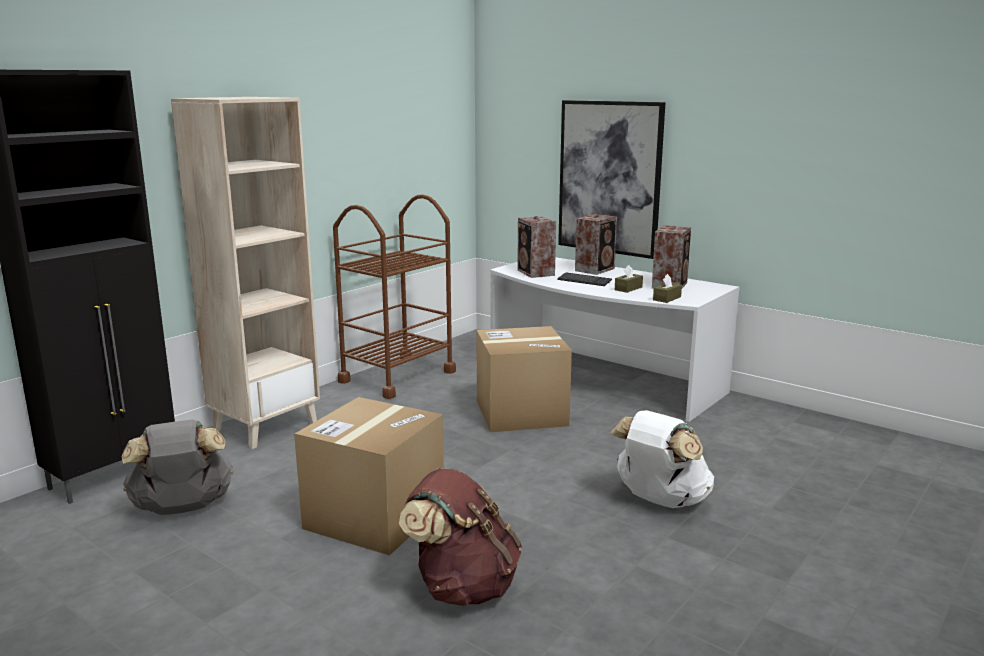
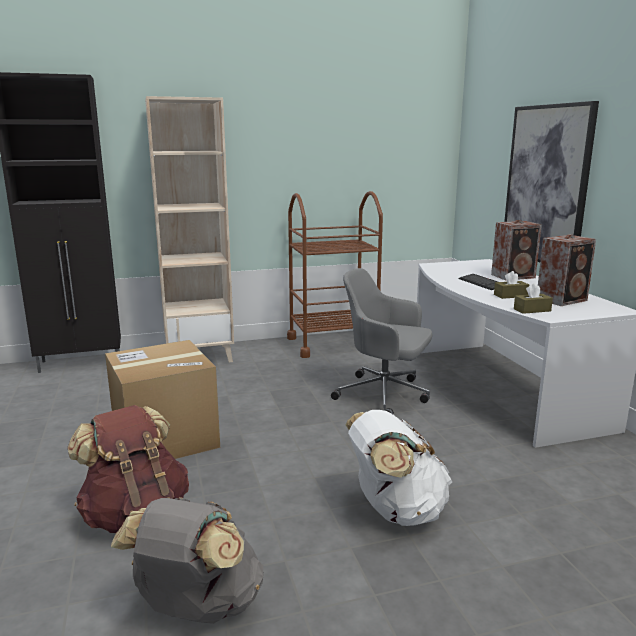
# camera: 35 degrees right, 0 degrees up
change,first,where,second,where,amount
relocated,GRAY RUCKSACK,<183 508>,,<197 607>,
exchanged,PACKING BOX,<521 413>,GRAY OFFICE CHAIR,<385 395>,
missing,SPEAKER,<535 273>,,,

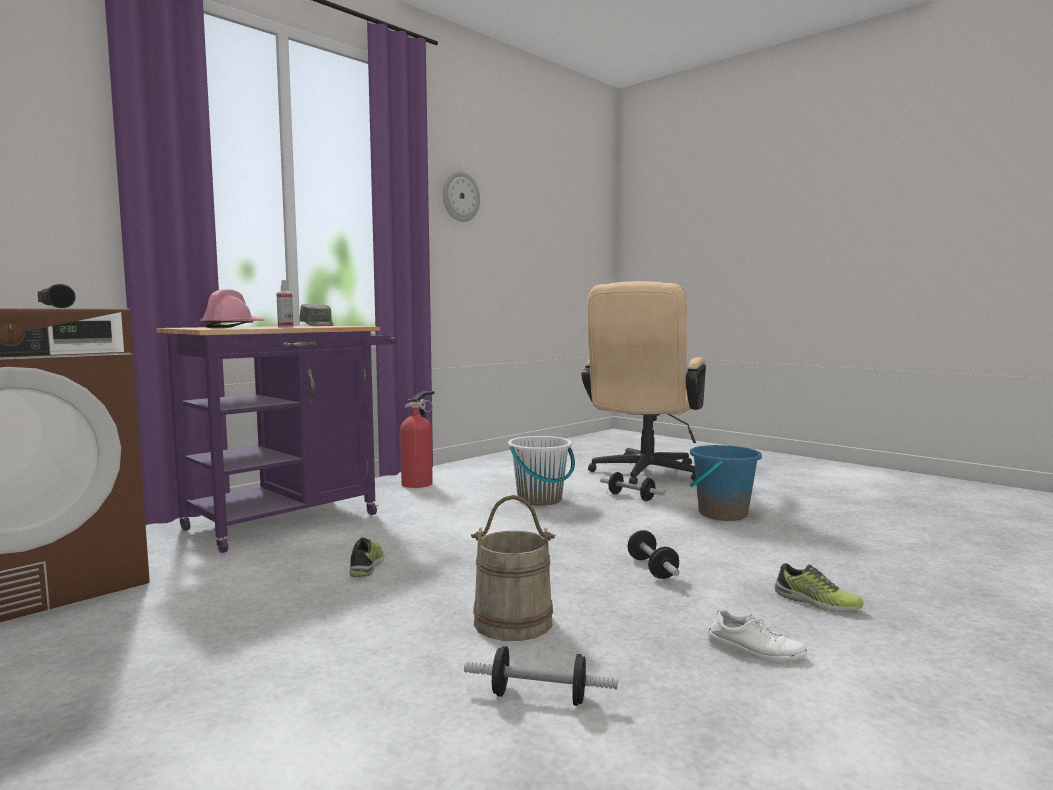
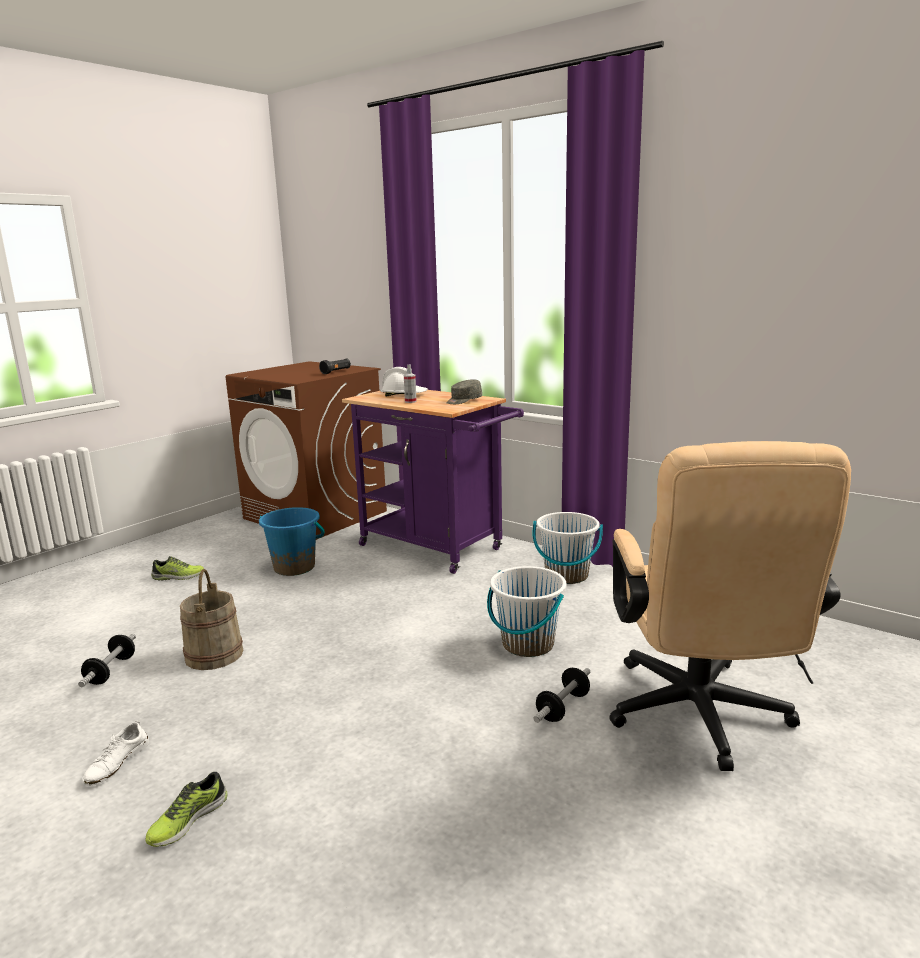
# camera: 85 degrees right, 10 degrees up
change,first,where,second,where,amount
colour,PINK-COLOURED SAFETY HELMET,<233 327>,WHITISH SAFETY HELMET,<404 395>,
relocated,SHOE,<367 565>,,<178 577>,
exchanged,FIRE-FIGHTING CYLINDER,<419 483>,WHITISH BUCKET,<566 575>,
missing,CLOCK ON THE WALL,<460 197>,,,
spun,SAND-COLOURED OFFICE CHAIR,<643 475>,,<701 720>,105 degrees counterclockwise
missing,DUMBBELL,<652 568>,,,
relocated,BLUE-COLOURED BUCKET,<722 514>,,<294 567>,

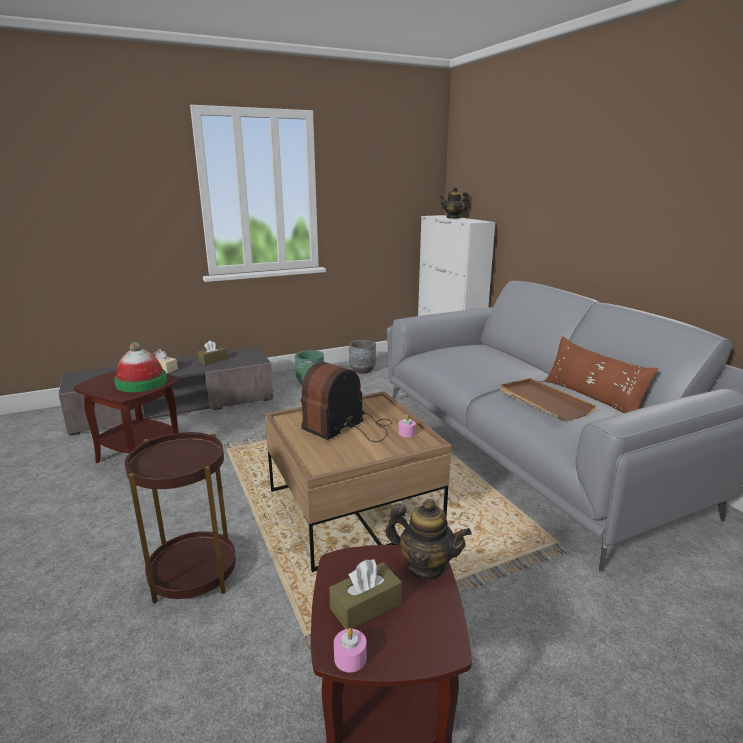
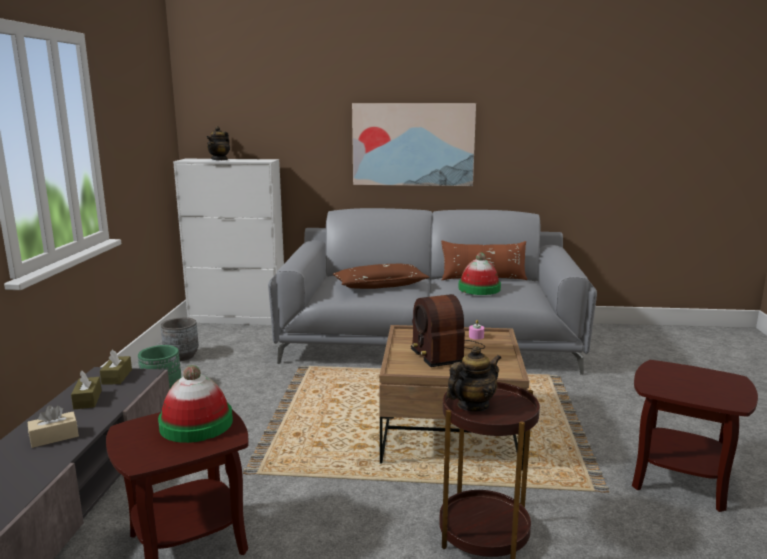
# camera: 60 degrees left, 5 degrees down
change,first,where,second,where,amount
relocated,BROWNISH BOX OF TISSUES,<366 606>,,<117 377>,
missing,PINK-COLOURED CANDLE,<350 658>,,,
relocated,POT FOR TEA,<425 566>,,<473 405>,
exchanged,BROWNISH TRAY,<543 402>,WEARABLE HAT,<479 288>,
appeared,,,BROWNISH PILLOW,<380 285>,
appeared,,,PICTURE,<413 144>,

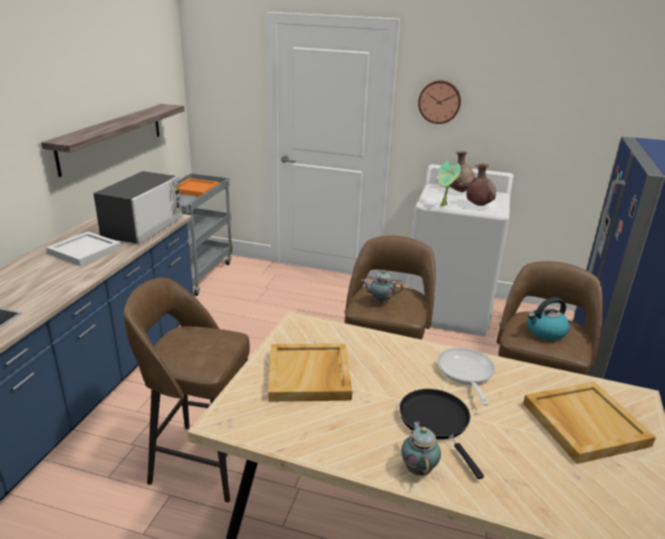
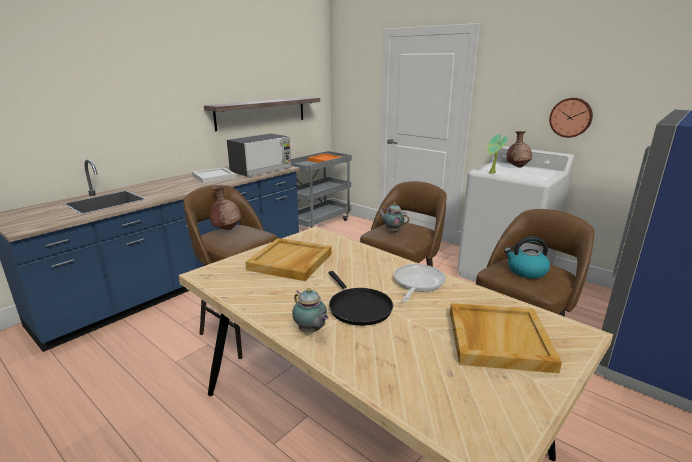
# camera: 25 degrees right, 5 degrees down
change,first,where,second,where,amount
spun,BLACK FRYING PAN,<436 422>,,<358 307>,150 degrees clockwise
spun,POT FOR TEA,<418 468>,,<311 331>,120 degrees clockwise
relocated,CLOCK ON THE WALL,<439 102>,,<571 117>,
relocated,BROWNISH VASE,<478 205>,,<226 229>,

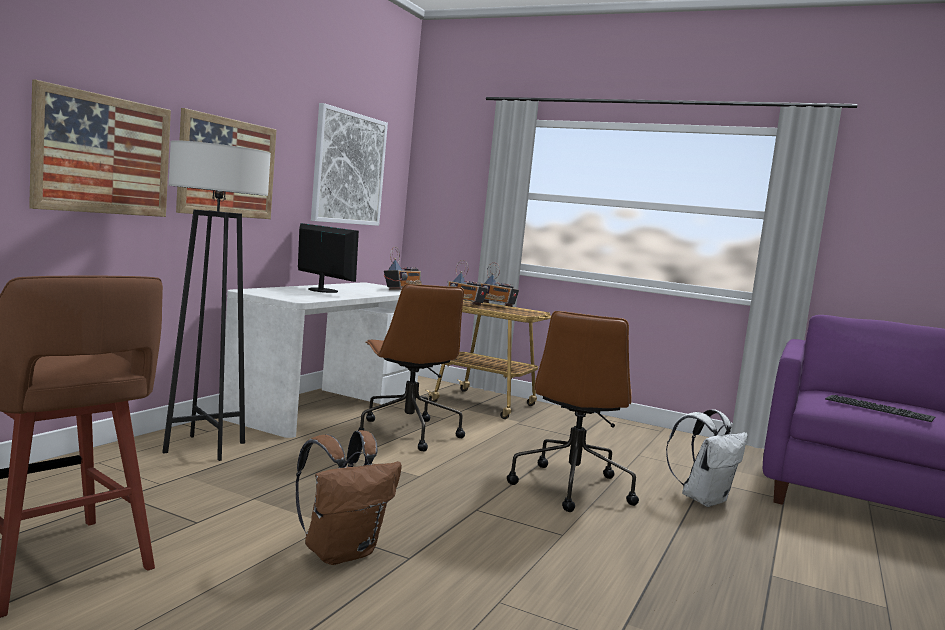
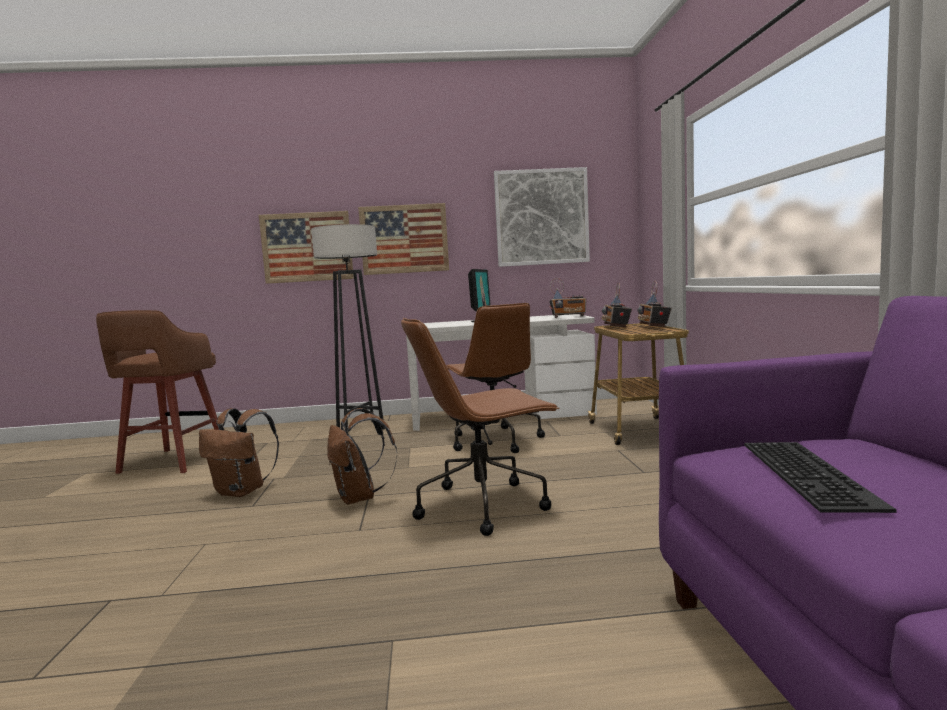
# camera: 60 degrees right, 0 degrees up
change,first,where,second,where,amount
spun,BROWNISH OFFICE CHAIR,<406 433>,,<494 440>,60 degrees counterclockwise
missing,WHITISH RUCKSACK,<703 499>,,,
appeared,,,BROWNISH RUCKSACK,<359 498>,

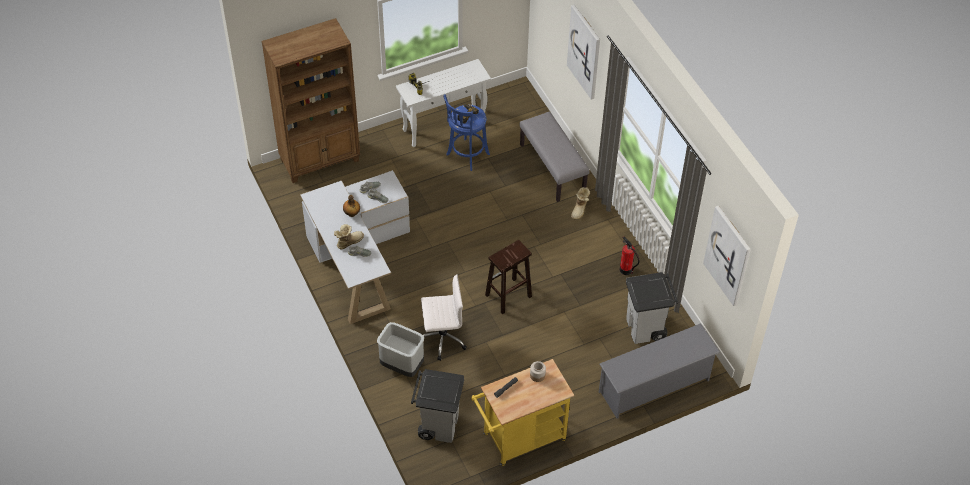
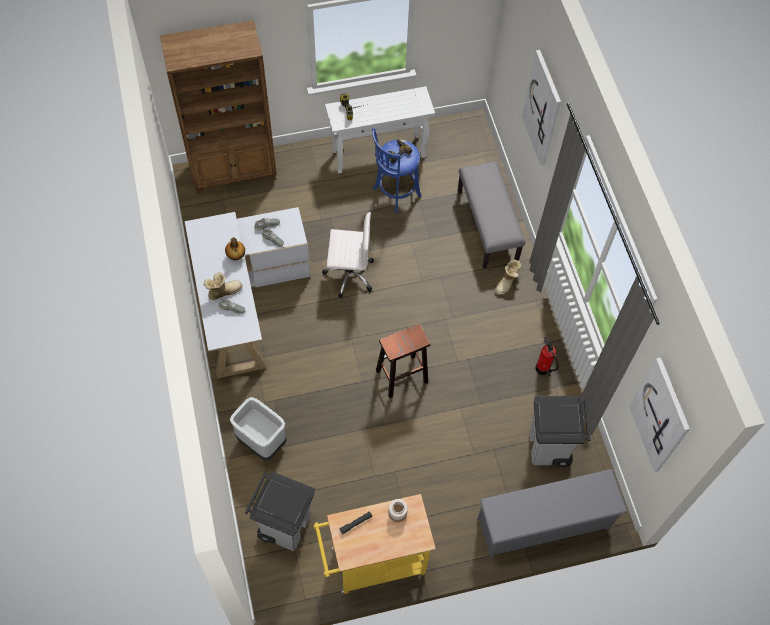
# camera: 10 degrees right, 10 degrees up
change,first,where,second,where,amount
relocated,WHITISH OFFICE CHAIR,<442 338>,,<349 274>,

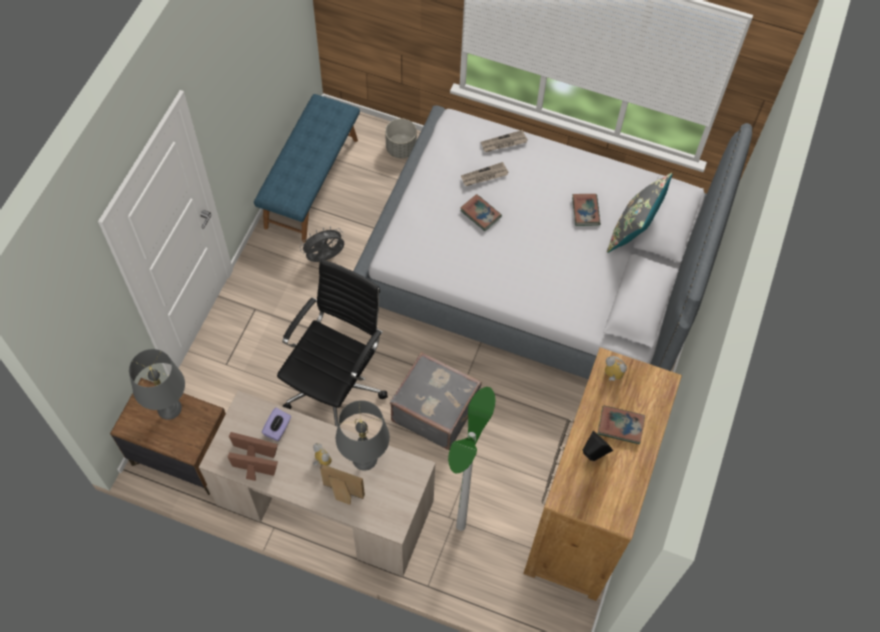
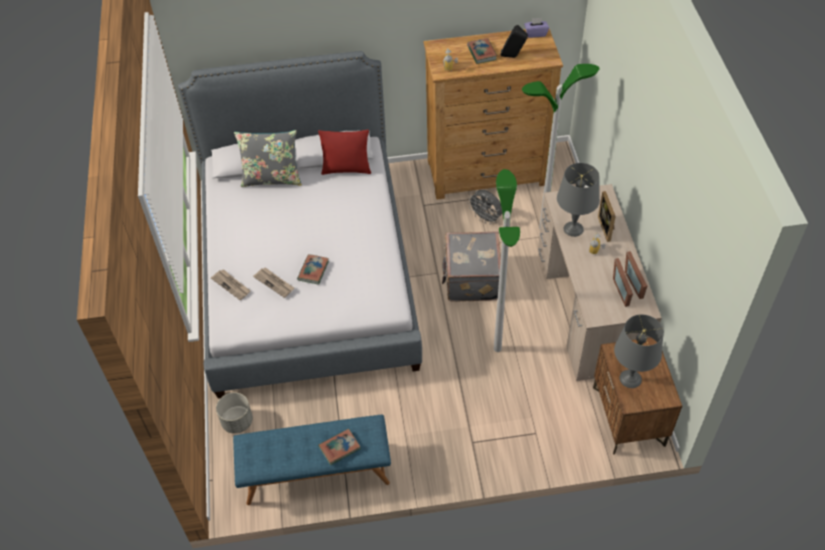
# camera: 115 degrees left, 10 degrees down
change,first,where,second,where,amount
relocated,PURPLE-COLOURED BOX OF TISSUES,<278 429>,,<535 33>,
exchanged,BLACK OFFICE CHAIR,<336 385>,STANDARD LAMP,<497 348>,
relocated,GRAY COOLING FAN,<325 258>,,<486 218>,
relocated,BOUND BOOK,<585 211>,,<339 448>,
appeared,,,RED-COLOURED PILLOW,<346 169>,

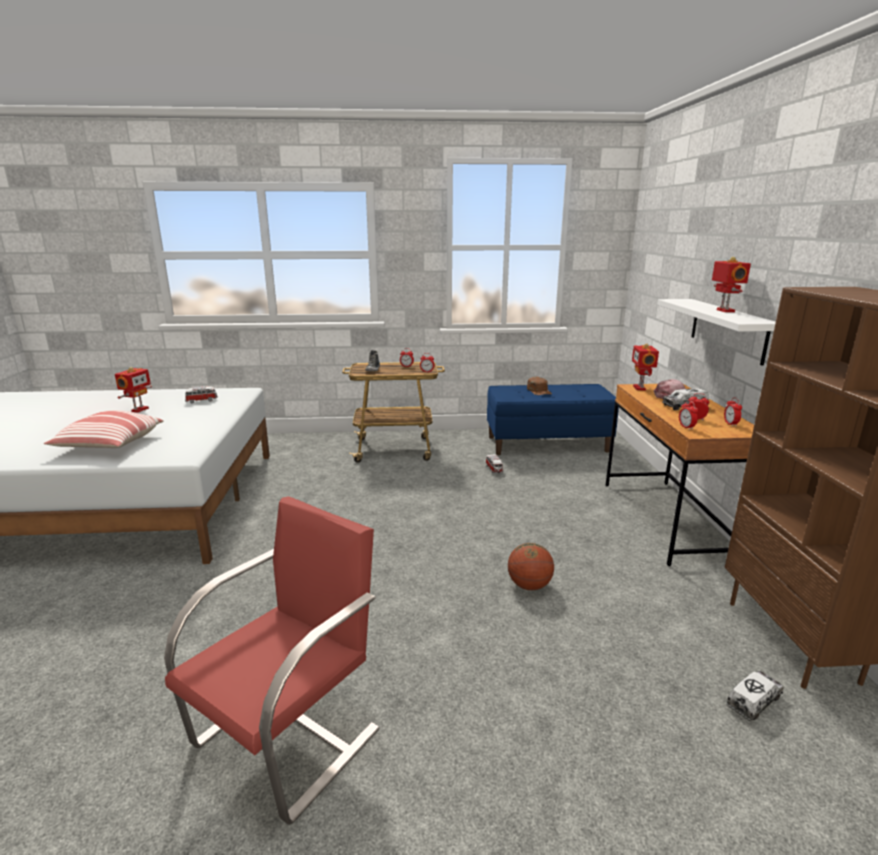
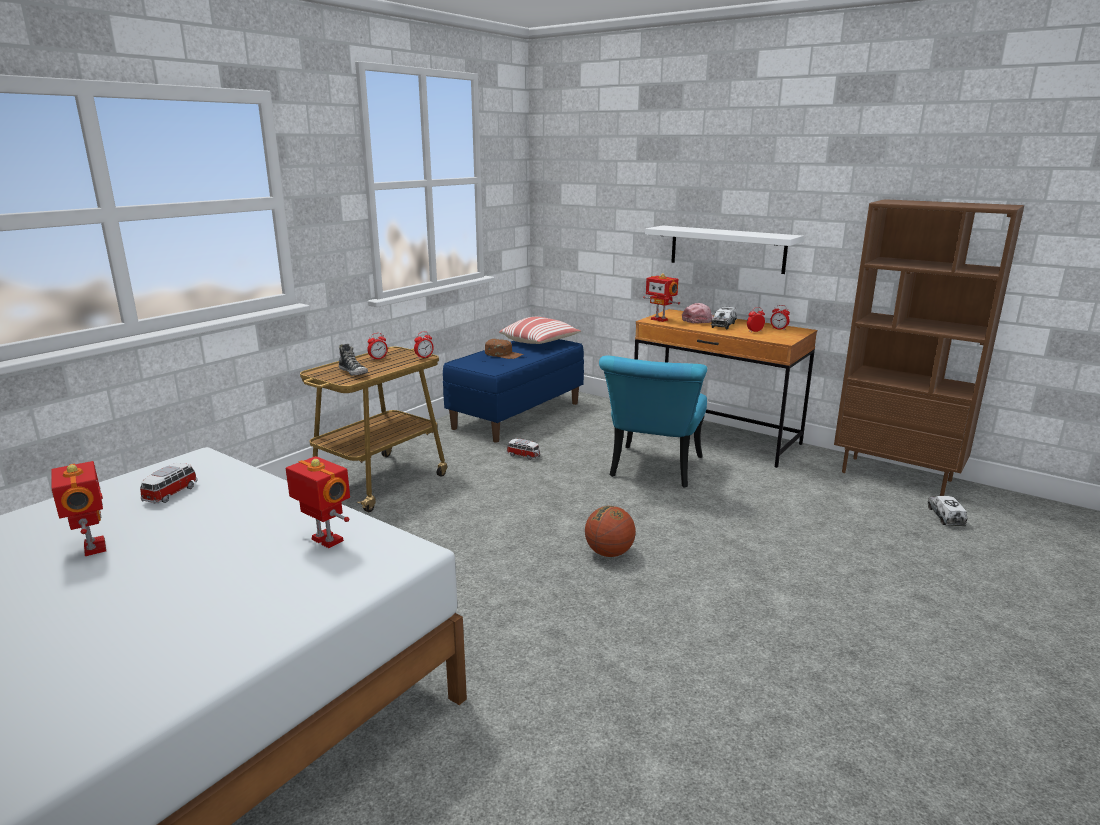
# camera: 50 degrees left, 0 degrees up
change,first,where,second,where,amount
relocated,PILLOW,<109 445>,,<540 343>,
missing,RED-COLOURED PLAIN CHAIR,<290 735>,,,
relocated,BASKETBALL BALL,<529 585>,,<609 553>,
missing,TABLE CLOCK,<686 427>,,,
relocated,TOY ROBOT,<724 311>,,<325 541>,
appeared,,,TURQUOISE-COLOURED PLAIN CHAIR,<653 471>,

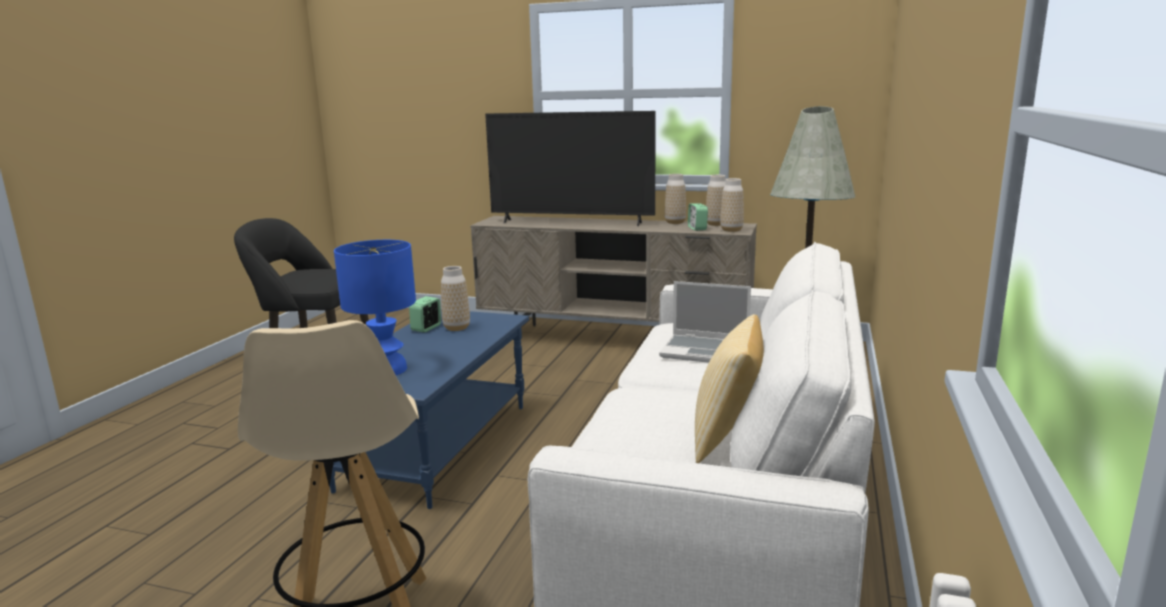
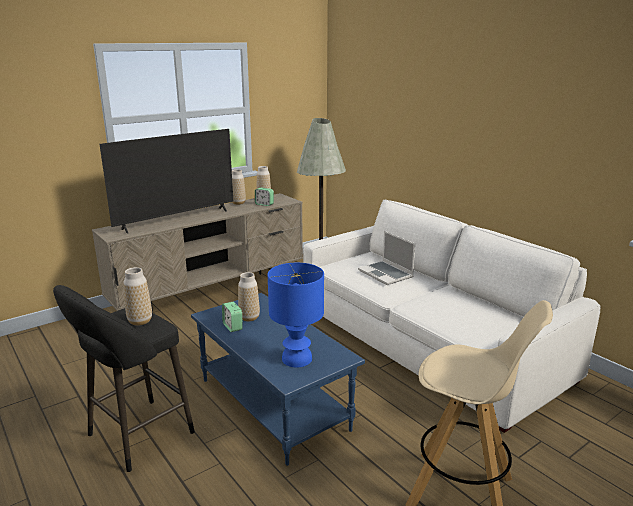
# camera: 55 degrees left, 5 degrees up
change,first,where,second,where,amount
spun,LAPTOP,<706 351>,,<386 274>,90 degrees clockwise
missing,PILLOW,<727 437>,,,
relocated,VASE,<731 230>,,<140 321>,

